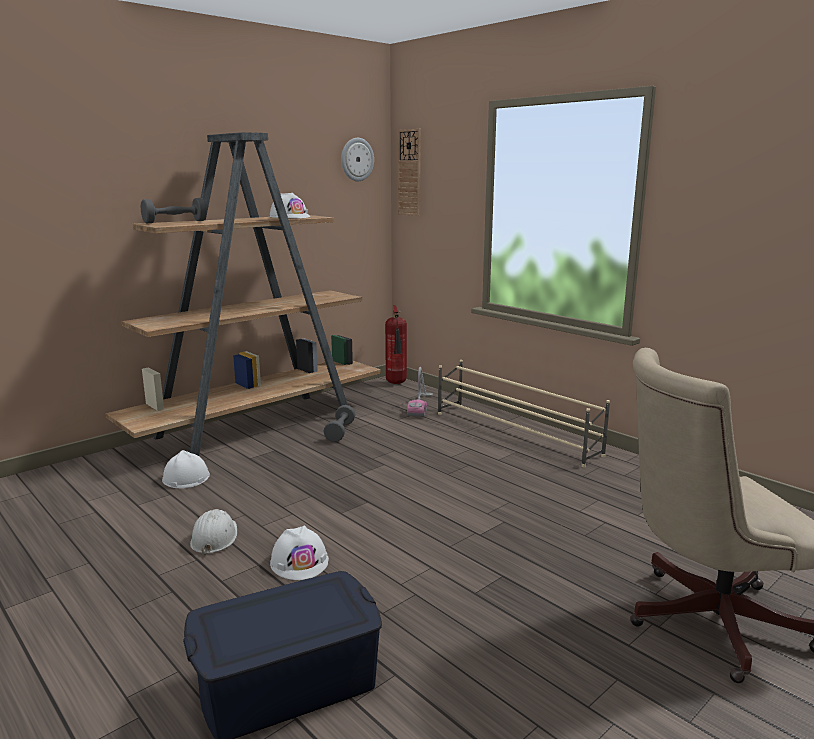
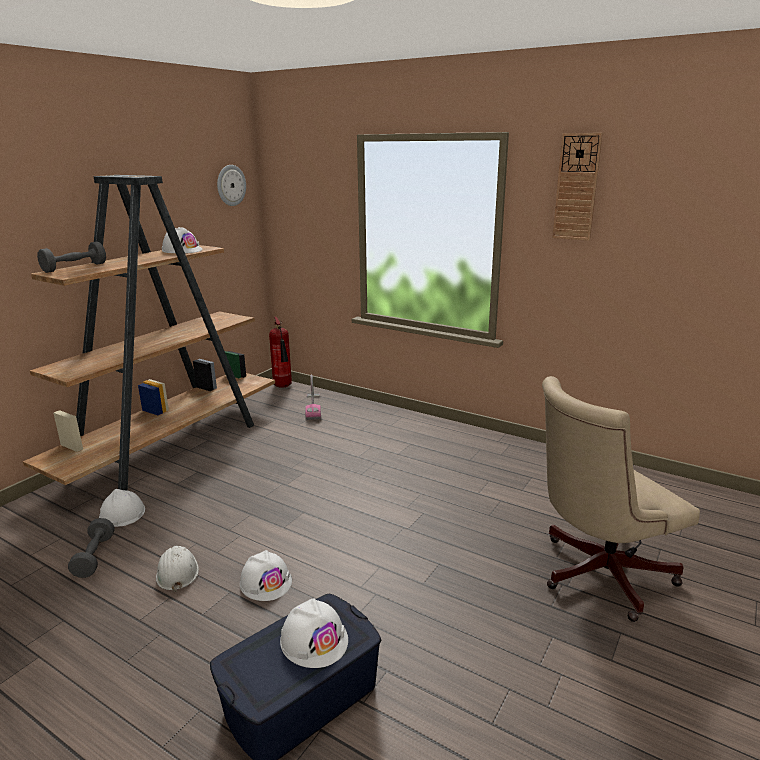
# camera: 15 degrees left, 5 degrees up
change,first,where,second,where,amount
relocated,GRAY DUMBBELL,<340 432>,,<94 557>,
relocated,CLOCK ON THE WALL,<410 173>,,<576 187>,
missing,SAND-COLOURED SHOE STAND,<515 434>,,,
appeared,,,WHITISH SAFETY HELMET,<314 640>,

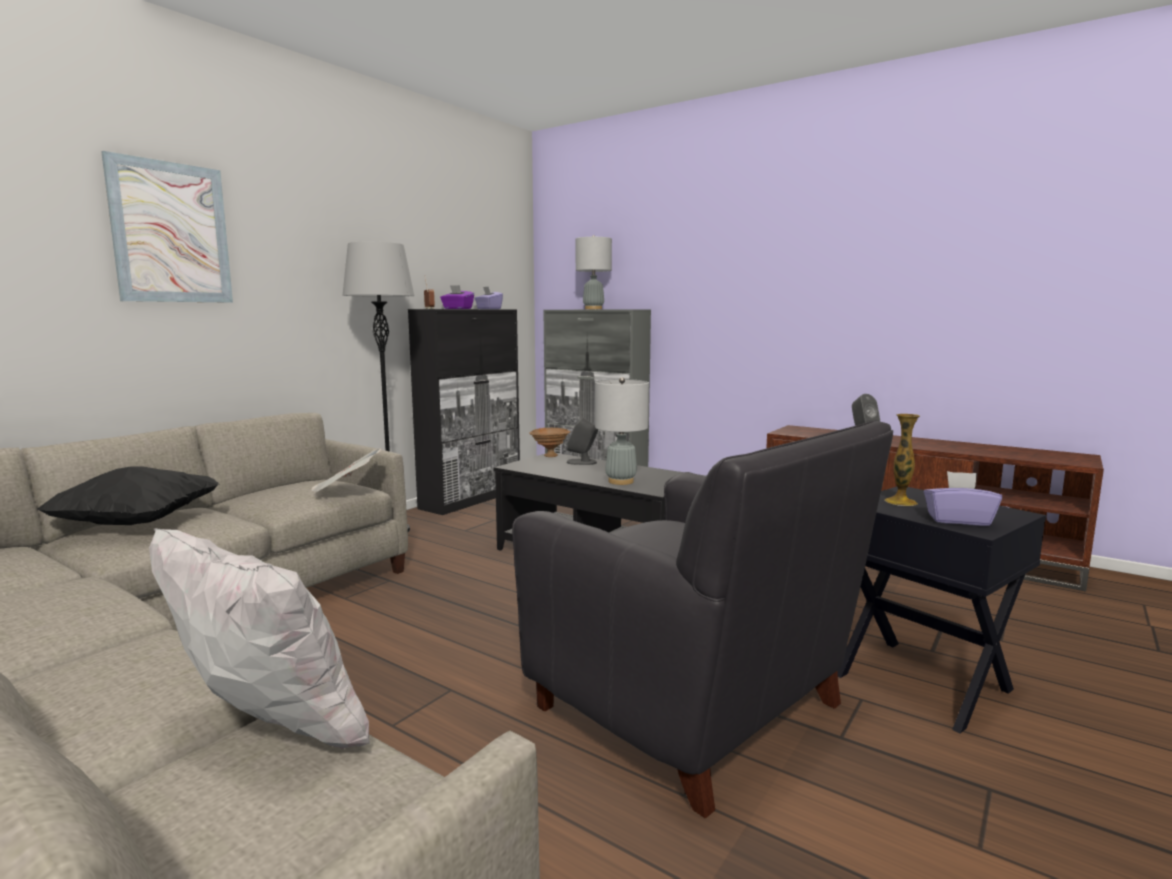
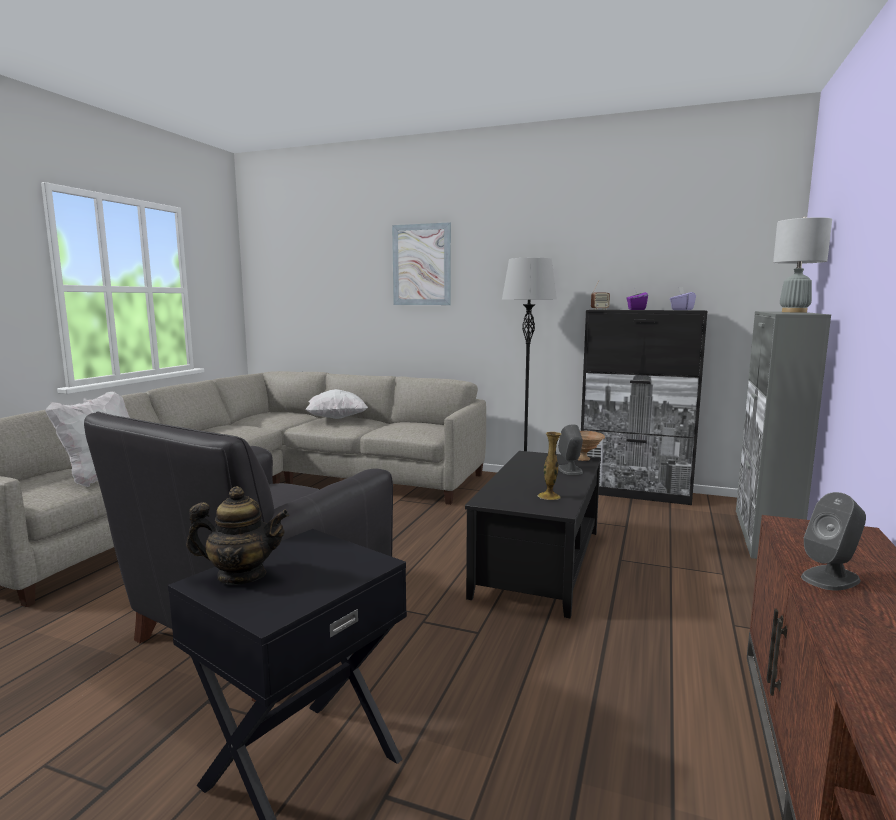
# camera: 75 degrees right, 0 degrees up
change,first,where,second,where,amount
colour,BLACK PILLOW,<137 523>,WHITISH PILLOW,<337 418>,
missing,NEWSPAPER,<345 489>,,,
missing,GRAY TABLE LAMP,<620 481>,,,
relocated,VASE,<900 502>,,<549 496>,
exchanged,PURPLE-COLOURED BOX OF TISSUES,<958 520>,POT FOR TEA,<241 576>,

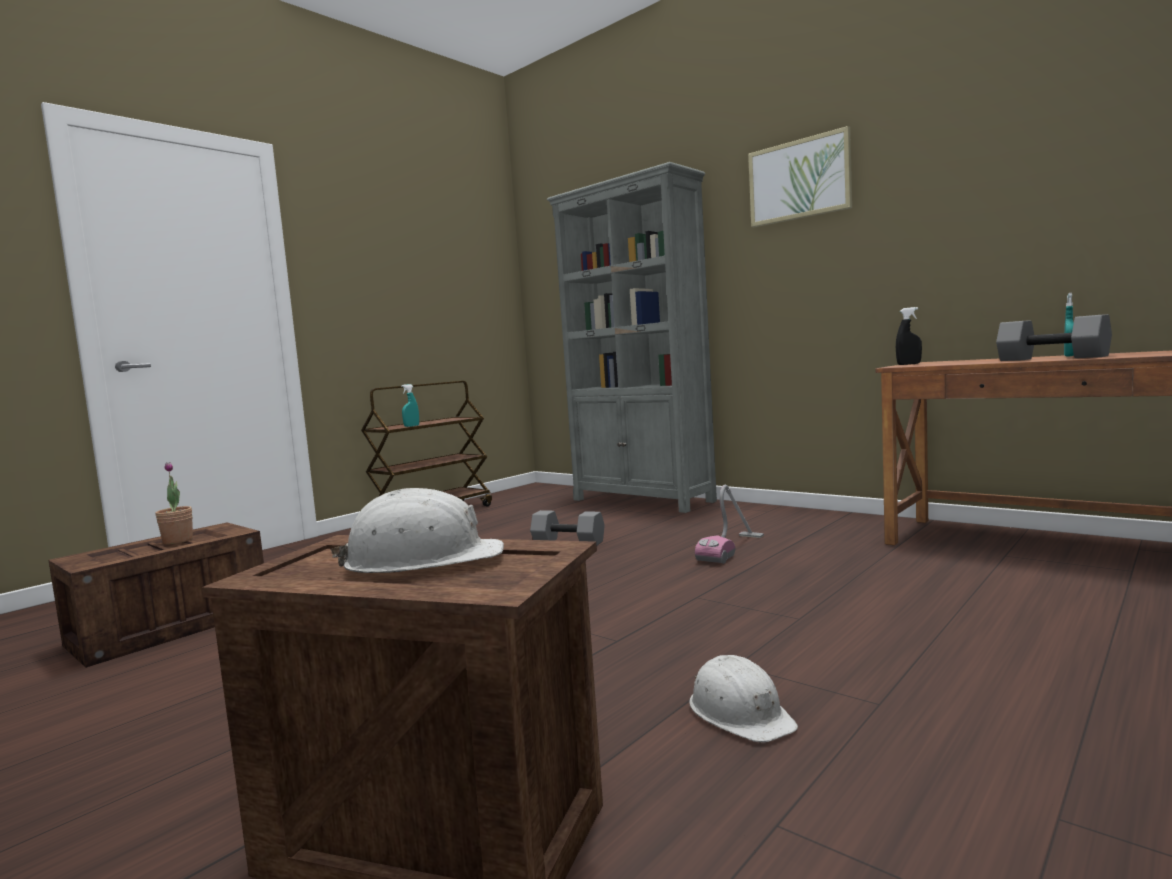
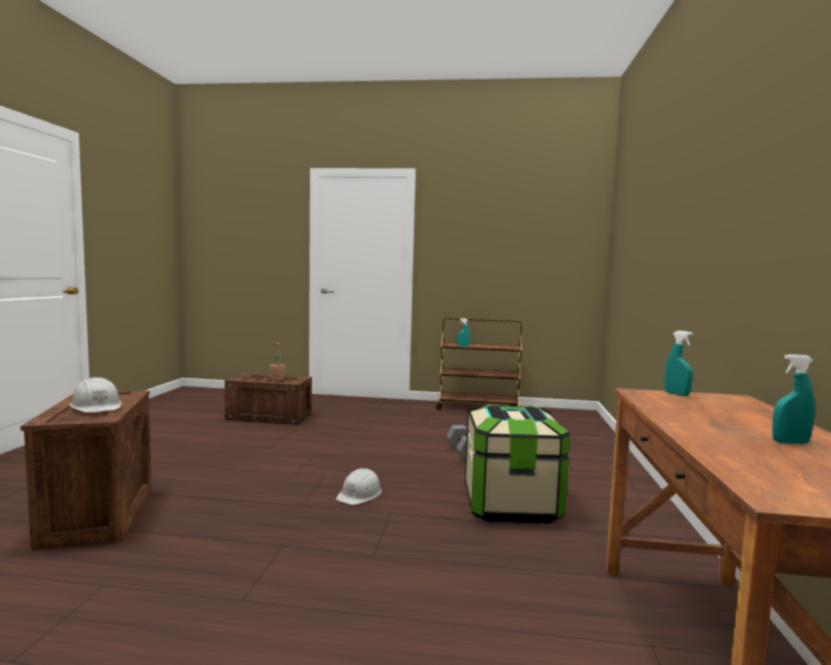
# camera: 55 degrees right, 0 degrees up
change,first,where,second,where,amount
missing,GRAY BOOKCASE,<643 500>,,,
relocated,WHITISH SAFETY HELMET,<740 713>,,<360 494>,
exchanged,VACUUM CLEANER,<732 548>,STORAGE BIN,<511 505>,
missing,PICTURE,<799 180>,,,
colour,BLACK HAND SPRAYER,<909 364>,TURQUOISE-COLOURED HAND SPRAYER,<676 394>,
missing,GRAY DUMBBELL,<1050 358>,,,

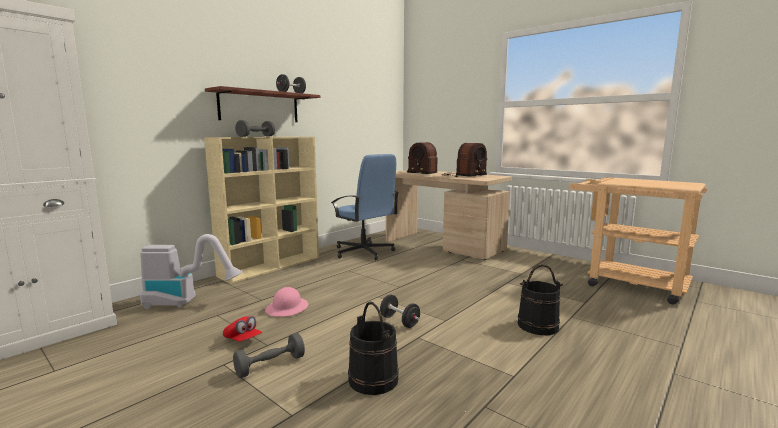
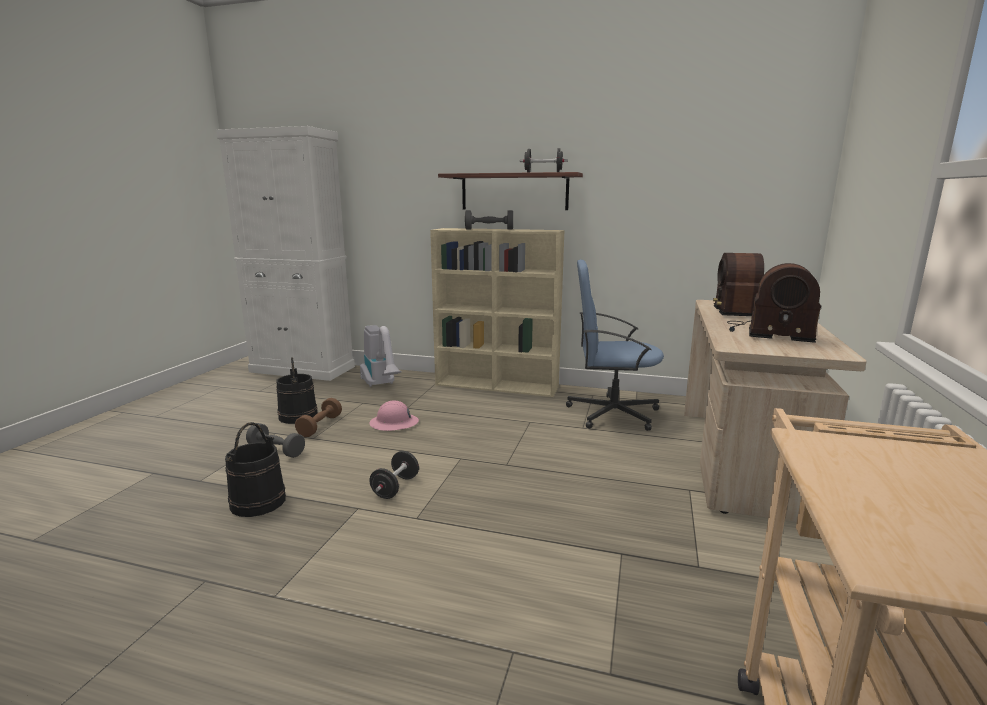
# camera: 65 degrees right, 5 degrees up
change,first,where,second,where,amount
exchanged,RED-COLOURED BASEBALL CAP,<243 339>,BROWNISH DUMBBELL,<320 426>,
spun,BLUE-COLOURED OFFICE CHAIR,<364 252>,,<611 413>,75 degrees clockwise
relocated,BLACK BUCKET,<538 325>,,<298 416>,

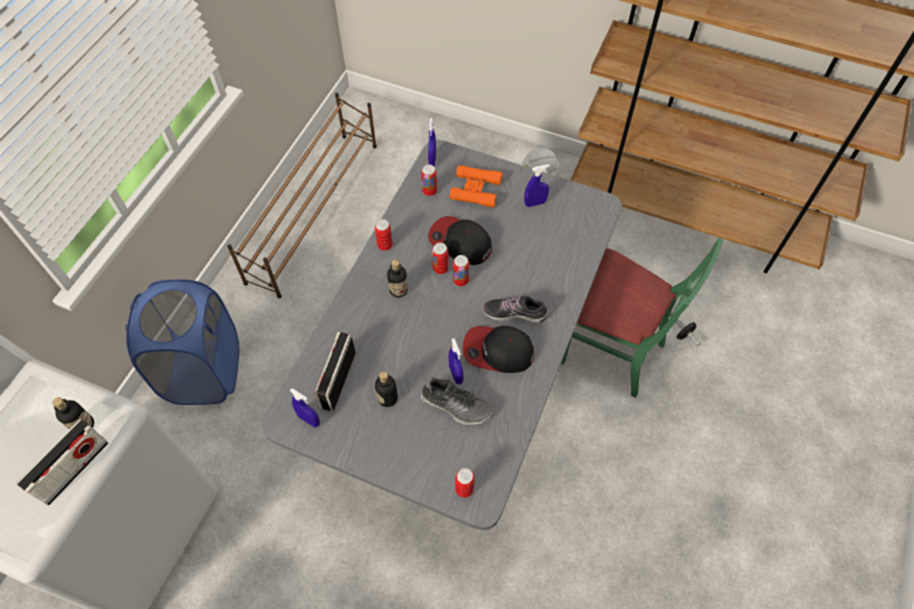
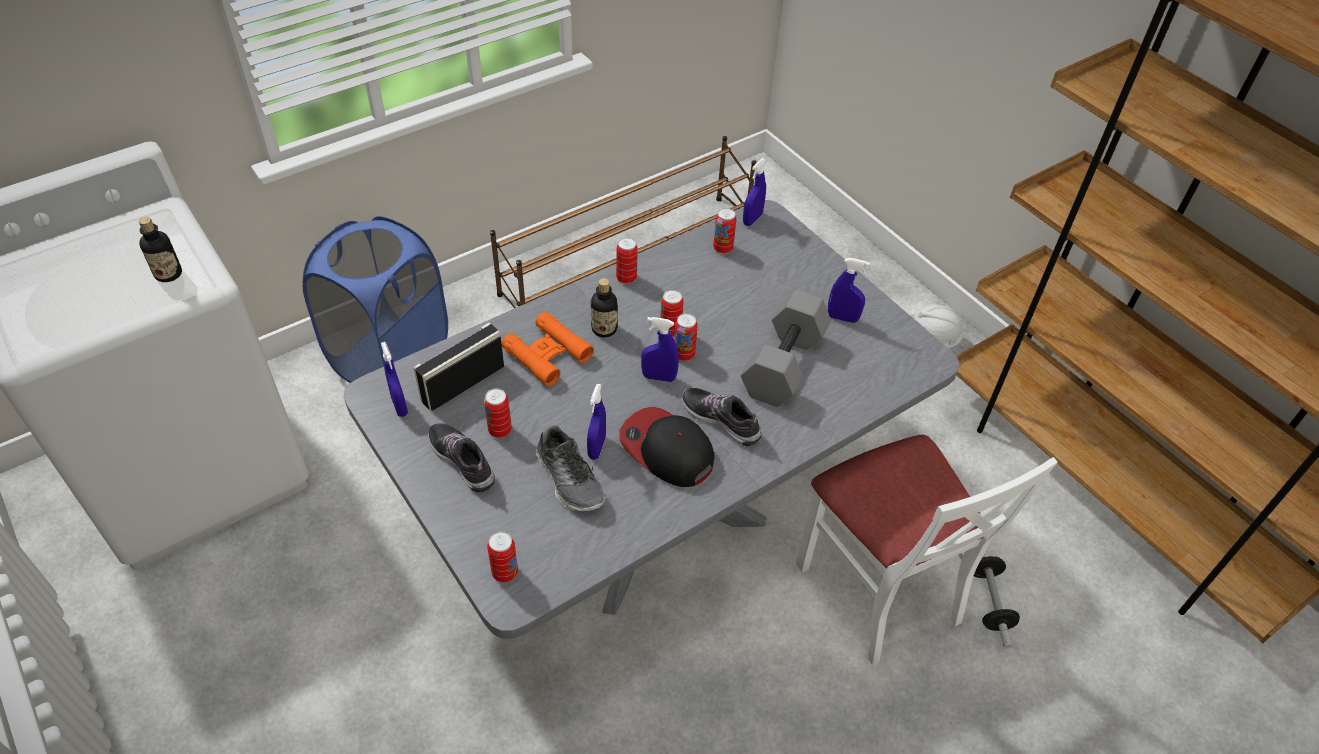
# camera: 30 degrees right, 10 degrees down
change,first,where,second,where,amount
missing,RADIO RECEIVER,<74 469>,,,
exchanged,BOTTLE,<387 398>,SEALED CAN,<500 430>,
missing,BASEBALL CAP,<460 242>,,,
relocated,ORANGEY FIELD GLASSES,<475 190>,,<547 354>,
colour,GREENISH PLAIN CHAIR,<611 350>,WHITISH PLAIN CHAIR,<880 590>,
appeared,,,SHOE,<462 461>,
appeared,,,BLUE-COLOURED HAND SPRAYER,<659 377>,
appeared,,,GRAY DUMBBELL,<785 365>,

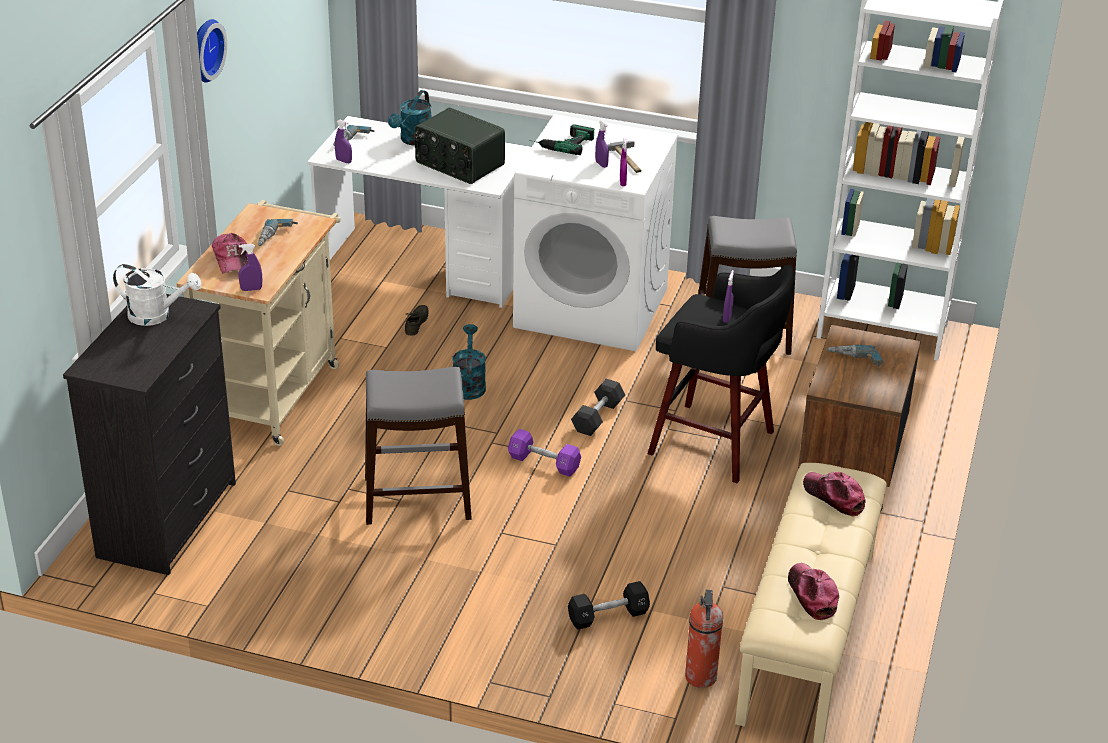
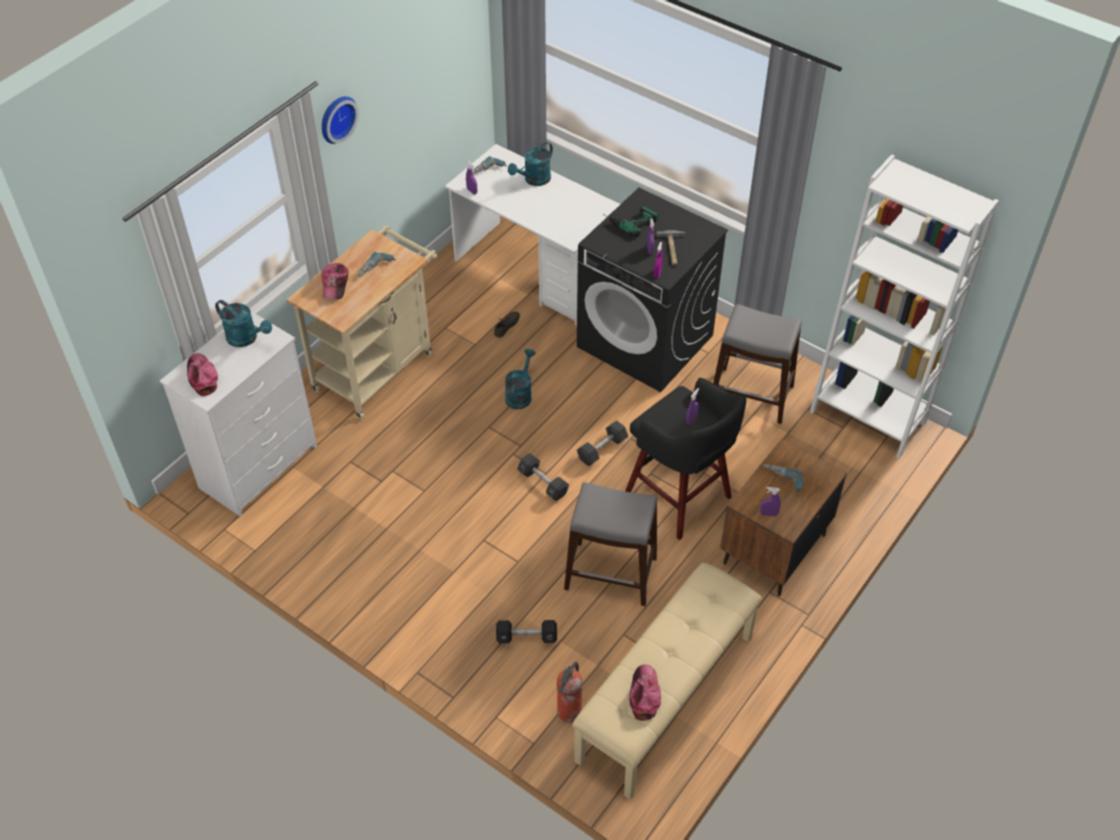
# camera: 20 degrees right, 15 degrees up
change,first,where,second,where,amount
colour,BLACK DRESSER,<169 519>,WHITISH DRESSER,<260 466>,
colour,WHITISH WATERING CAN,<157 315>,TURQUOISE-COLOURED WATERING CAN,<246 338>,
relocated,PURPLE-COLOURED HAND SPRAYER,<251 289>,,<768 514>,
relocated,GRAY SITTING STOOL,<418 499>,,<611 574>,
missing,RADIO RECEIVER,<459 164>,,,
colour,PURPLE-COLOURED DUMBBELL,<544 463>,BLACK DUMBBELL,<543 483>,
colour,WHITISH WASHING MACHINE,<592 308>,BLACK WASHING MACHINE,<646 341>,
relocated,BASEBALL CAP,<834 497>,,<202 377>,

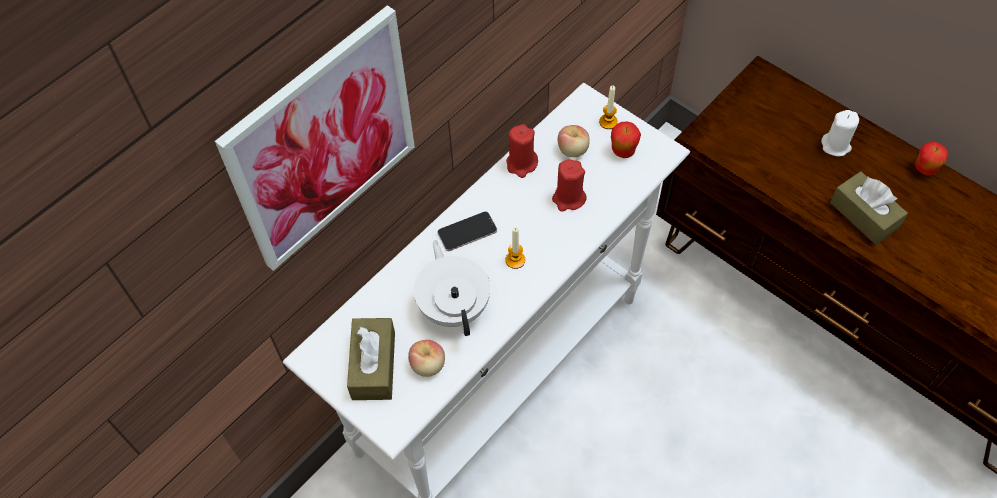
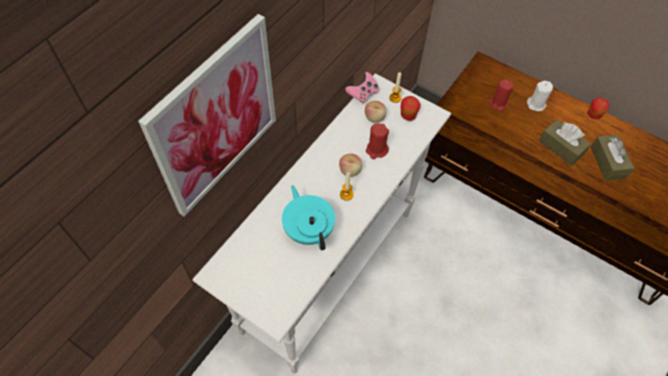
# camera: 10 degrees left, 0 degrees up
change,first,where,second,where,amount
relocated,BROWNISH BOX OF TISSUES,<373 365>,,<607 162>,
relocated,APPLE,<428 365>,,<350 171>,
colour,WHITISH POT FOR TEA,<454 306>,TURQUOISE-COLOURED POT FOR TEA,<309 229>,
missing,HANDSET,<467 231>,,,
relocated,RED-COLOURED CANDLE,<521 164>,,<498 103>,
appeared,,,PINK-COLOURED GAMEPAD,<362 94>,

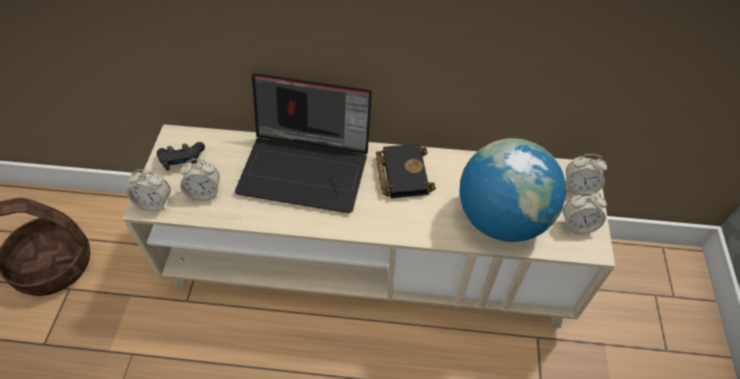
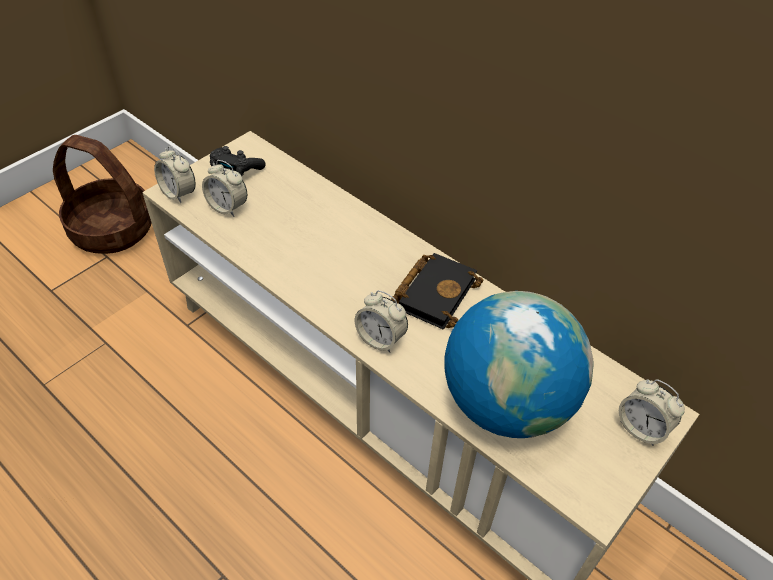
# camera: 35 degrees right, 5 degrees down
change,first,where,second,where,amount
missing,LAPTOP,<307 167>,,,
relocated,TABLE CLOCK,<577 225>,,<381 339>,

